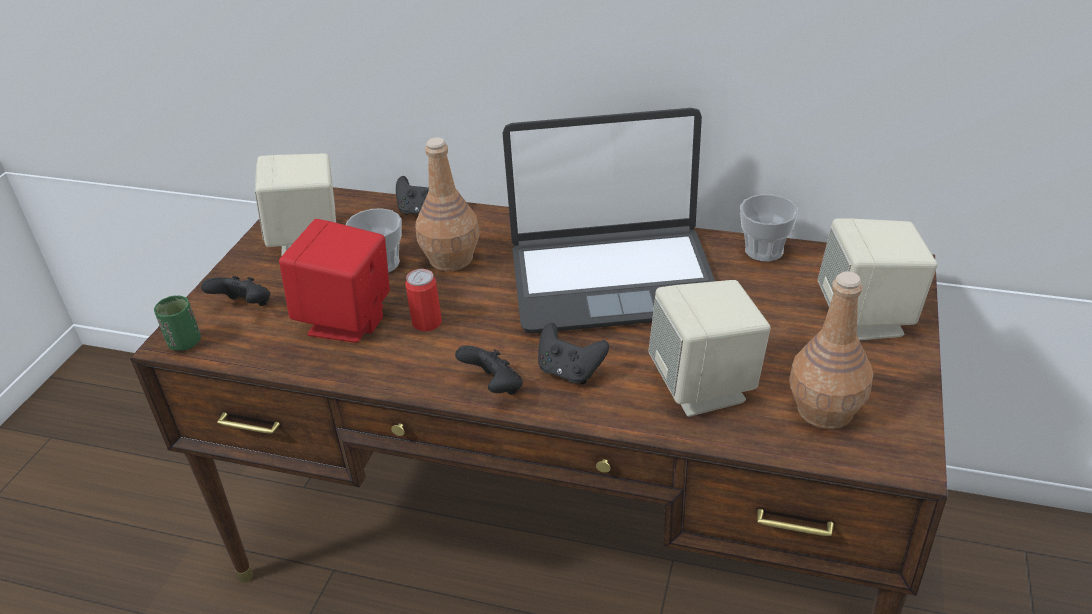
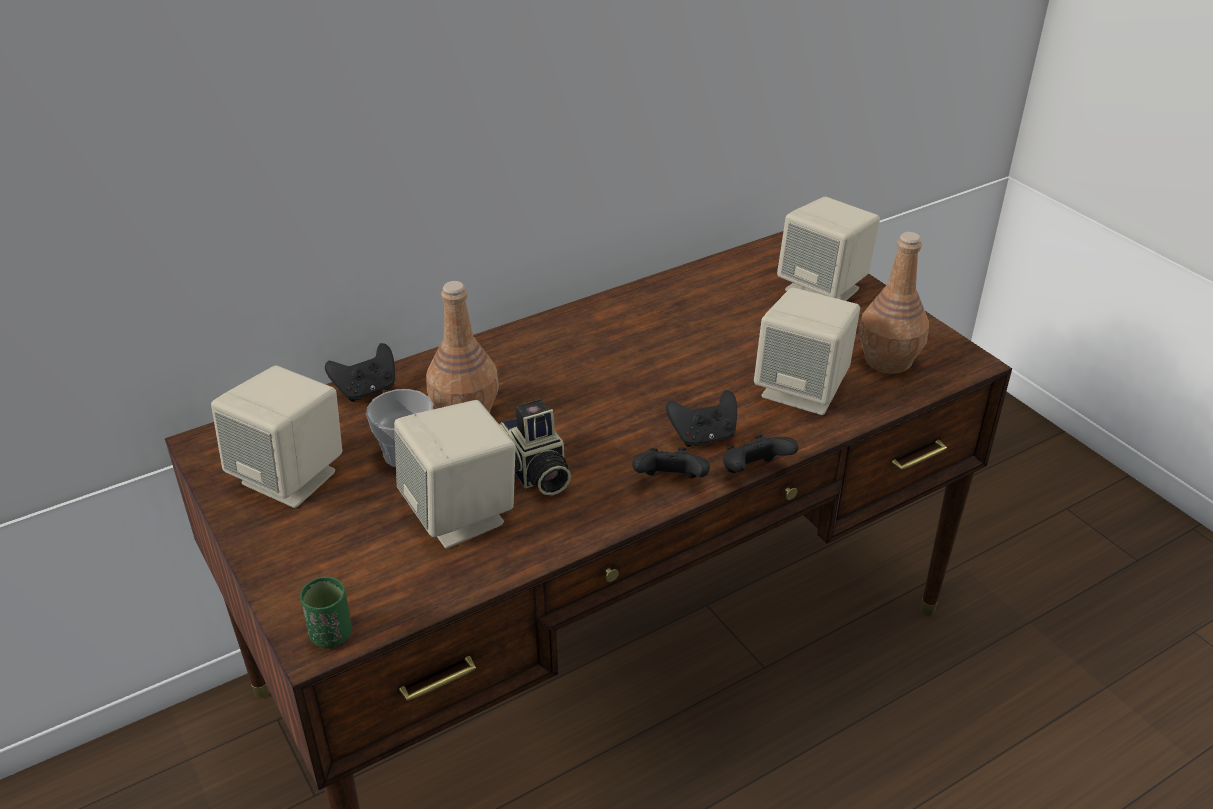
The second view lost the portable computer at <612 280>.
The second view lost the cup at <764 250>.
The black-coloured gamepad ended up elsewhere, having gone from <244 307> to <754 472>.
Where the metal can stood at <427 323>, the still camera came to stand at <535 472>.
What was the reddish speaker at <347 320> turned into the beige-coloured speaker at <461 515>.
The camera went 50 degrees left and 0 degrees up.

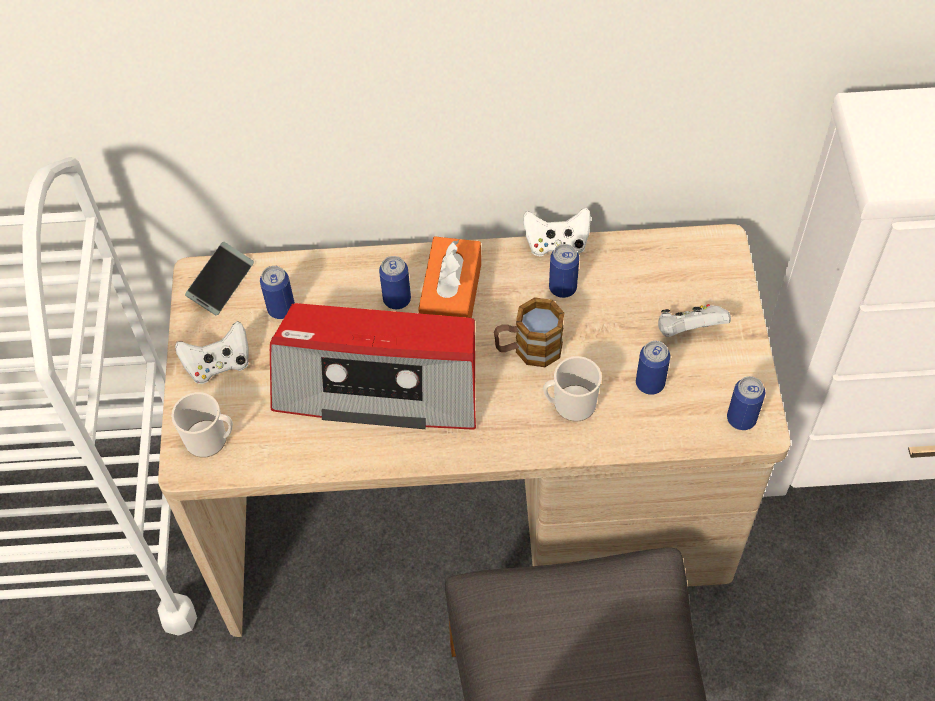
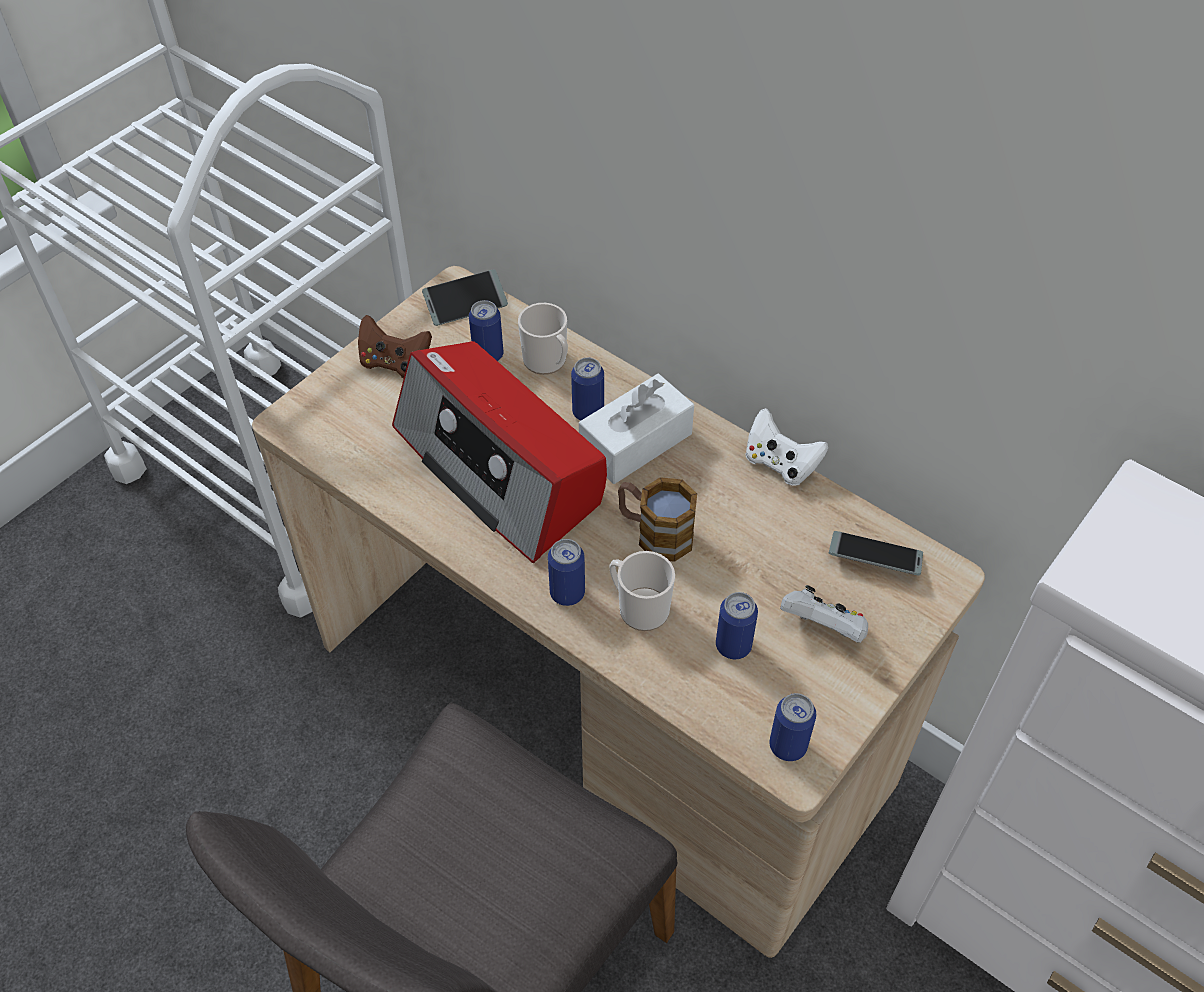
The second view gained the telephone at <874 559>.
The mug ended up elsewhere, having gone from <211 440> to <548 362>.
The metal can ended up elsewhere, having gone from <562 288> to <567 593>.
What was the white gamepad at <218 364> turned into the brown-coloured gamepad at <394 363>.
What was the orange box of tissues at <451 297> turned into the white box of tissues at <635 443>.
The camera went 40 degrees right and 5 degrees down.

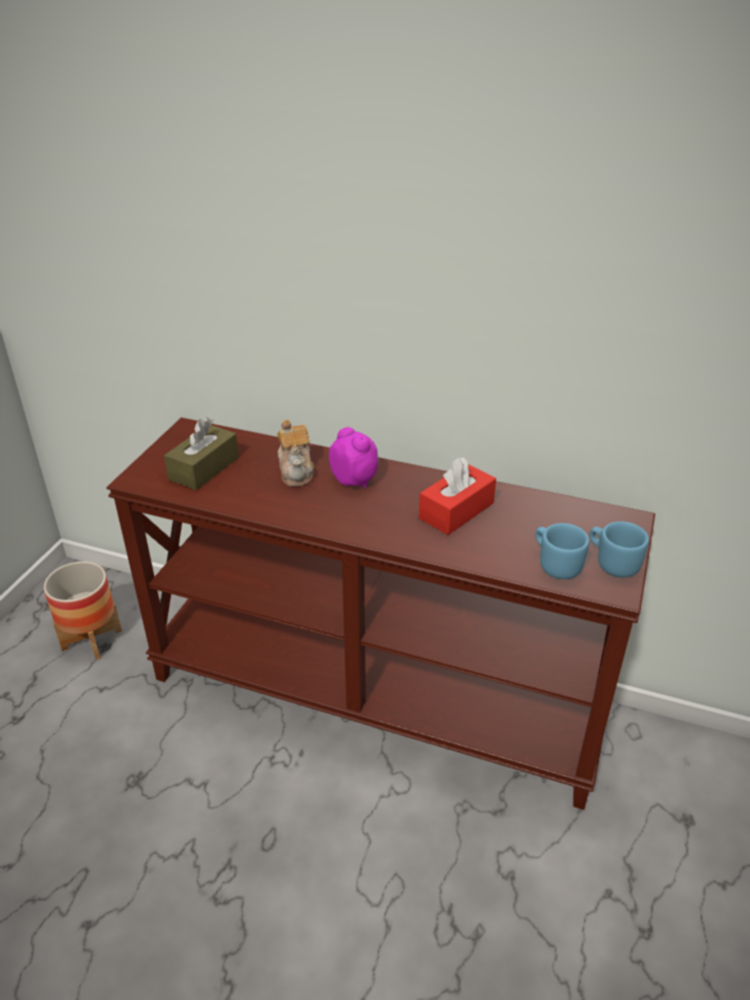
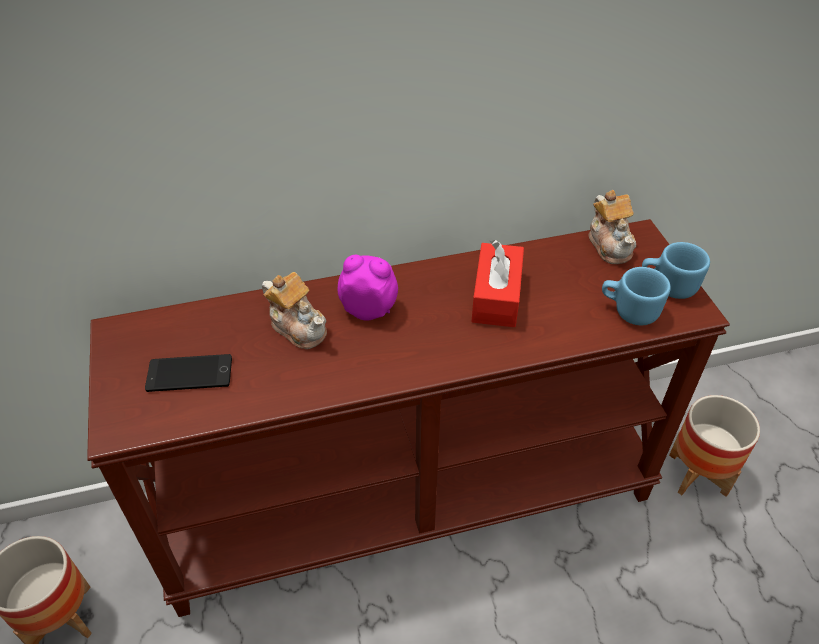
The second view gained the teapot at <610 244>.
The second view gained the plant pot at <698 474>.
Where the brown-coloured box of tissues stood at <204 468>, the telephone came to stand at <189 374>.
The camera went 35 degrees left and 10 degrees up.

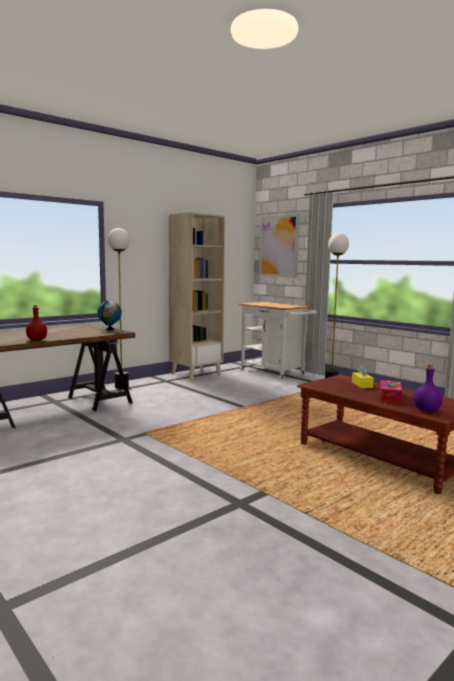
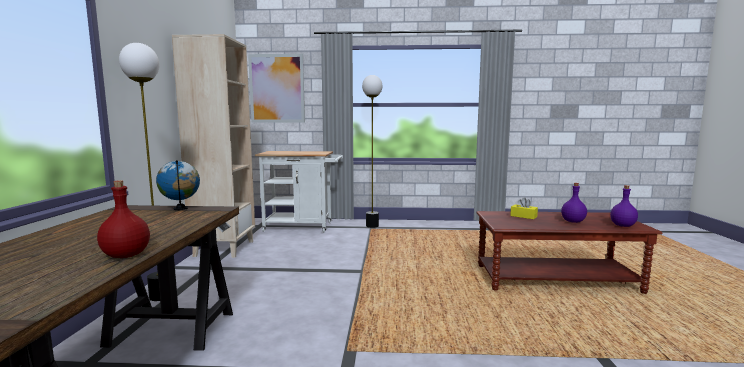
Where the box of tissues stood at <390 397>, the purple bottle came to stand at <572 221>.
The camera went 45 degrees left and 0 degrees up.

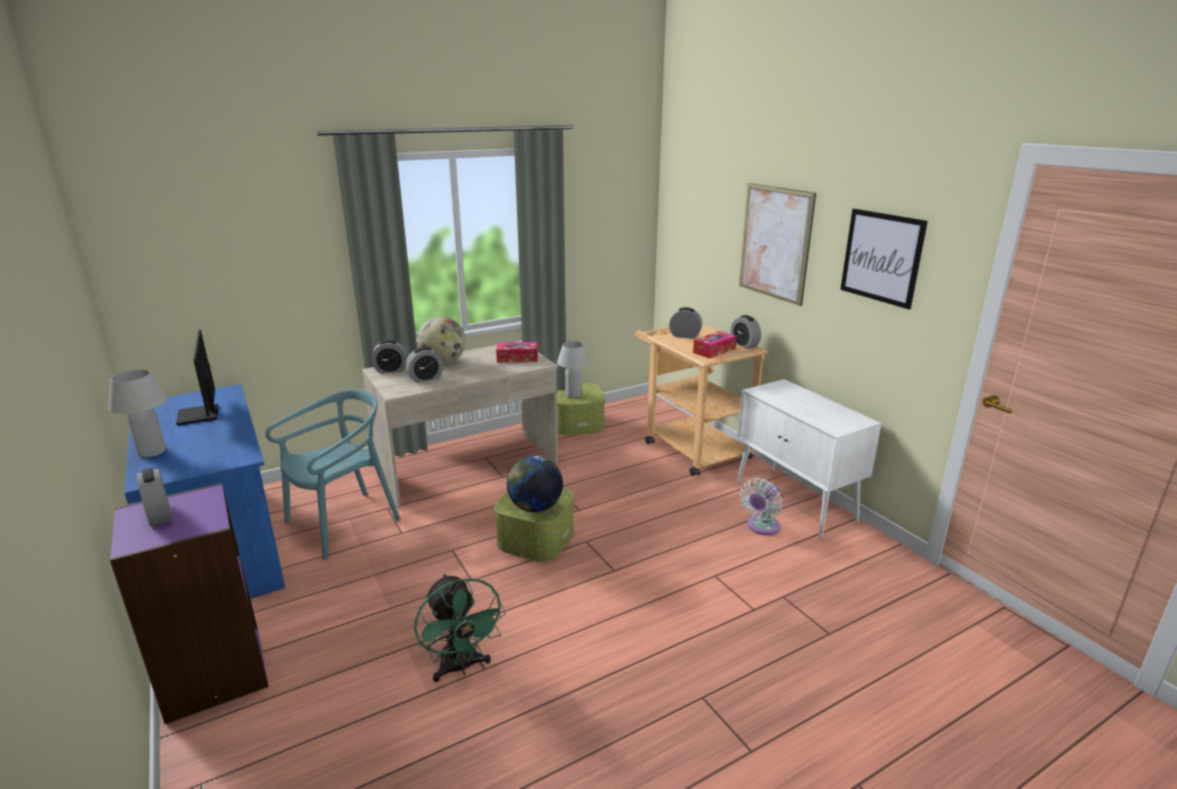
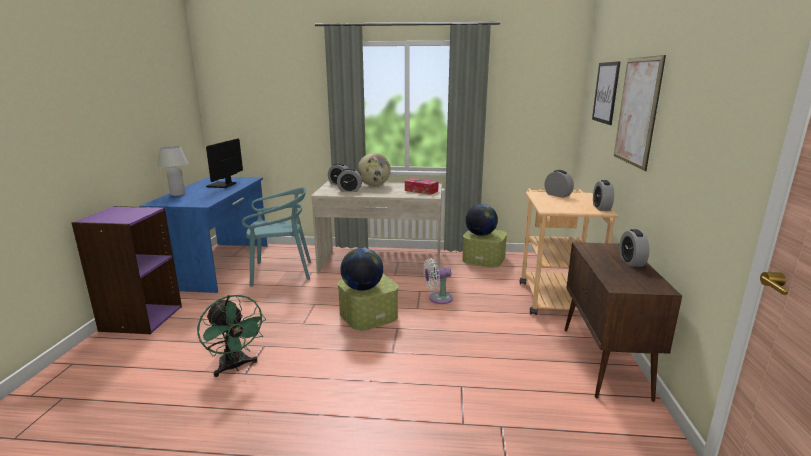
The second view lost the box of tissues at <714 351>.
The bedside clock ended up elsewhere, having gone from <160 515> to <631 262>.
The white cooling fan ended up elsewhere, having gone from <761 527> to <438 298>.
The wall picture ended up elsewhere, having gone from <881 257> to <606 92>.
Where the white table lamp stood at <573 395>, the desk globe came to stand at <480 234>.
What was the white cupboard at <795 502> turned into the brown-coloured cupboard at <604 362>.
The green cooling fan at <461 667> ended up facing another way, 45 degrees counterclockwise from before.
The camera went 35 degrees right and 5 degrees down.

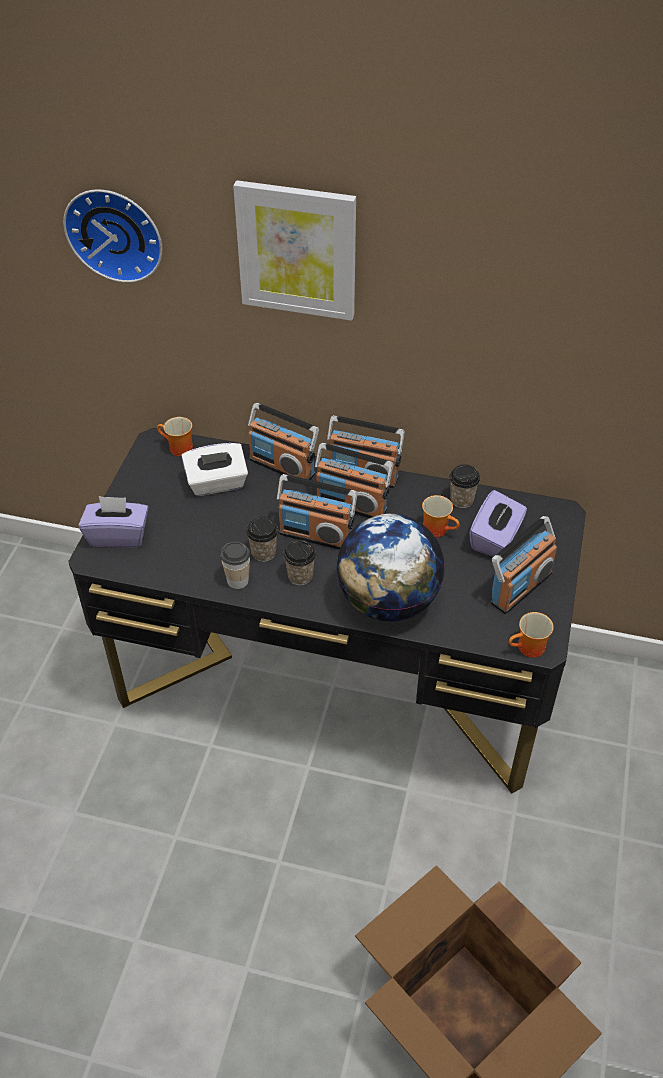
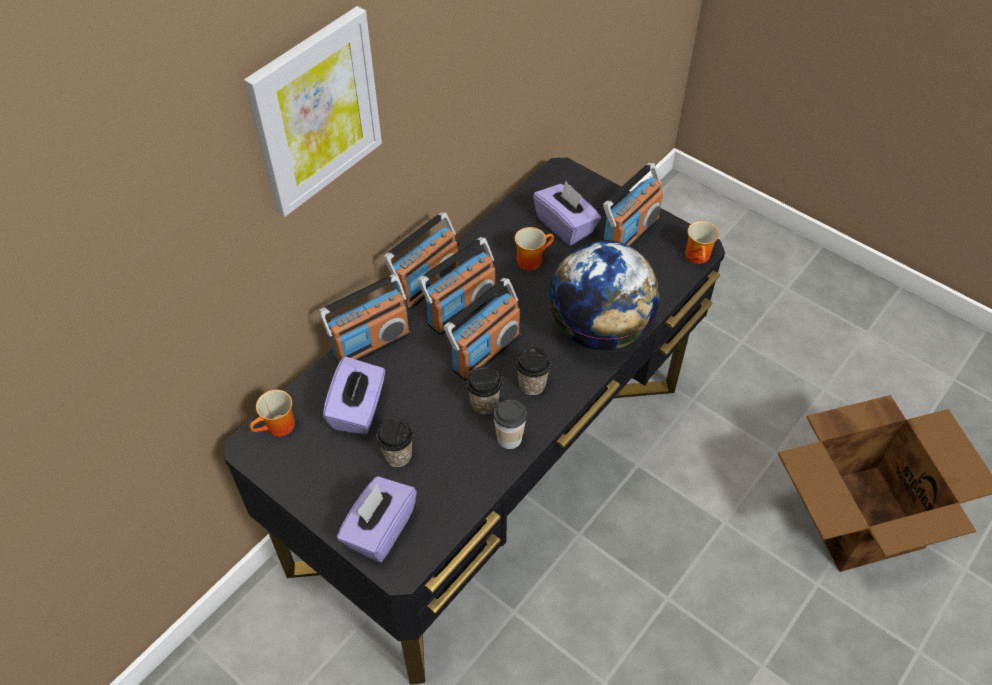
The second view lost the hanging clock at <116 232>.
The cup ended up elsewhere, having gone from <462 500> to <397 455>.
What was the white box of tissues at <217 483> turned into the purple box of tissues at <358 409>.
The radio receiver at <520 587> ended up facing another way, 60 degrees clockwise from before.
The camera went 65 degrees left and 5 degrees up.

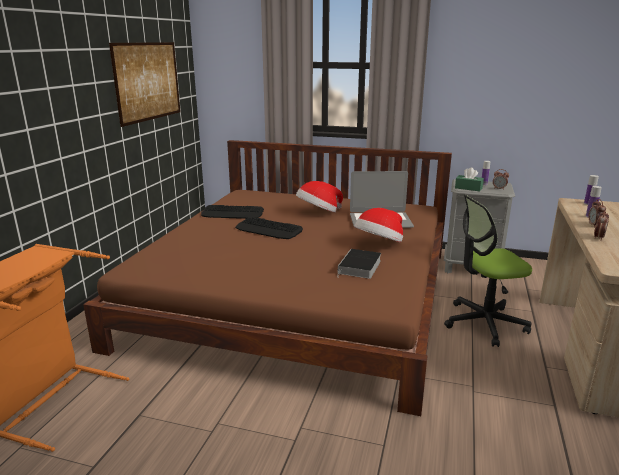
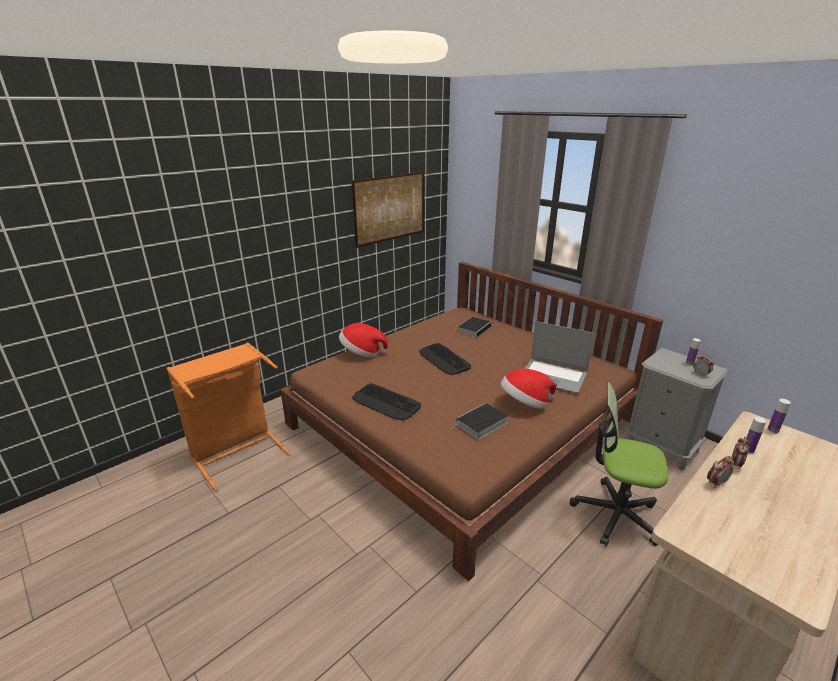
The second view lost the green box of tissues at <468 188>.
The second view gained the volume at <474 328>.
The computer keyboard ended up elsewhere, having gone from <232 213> to <386 402>.
The hat ended up elsewhere, having gone from <318 212> to <362 353>.
The camera went 30 degrees right and 5 degrees up.

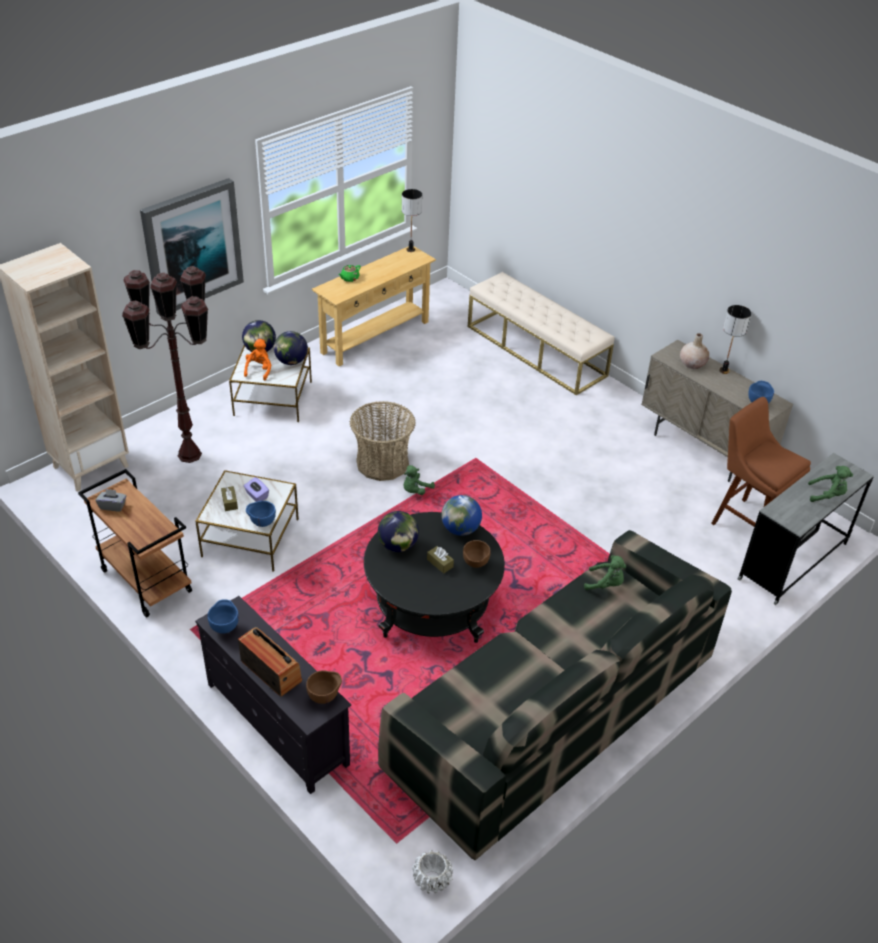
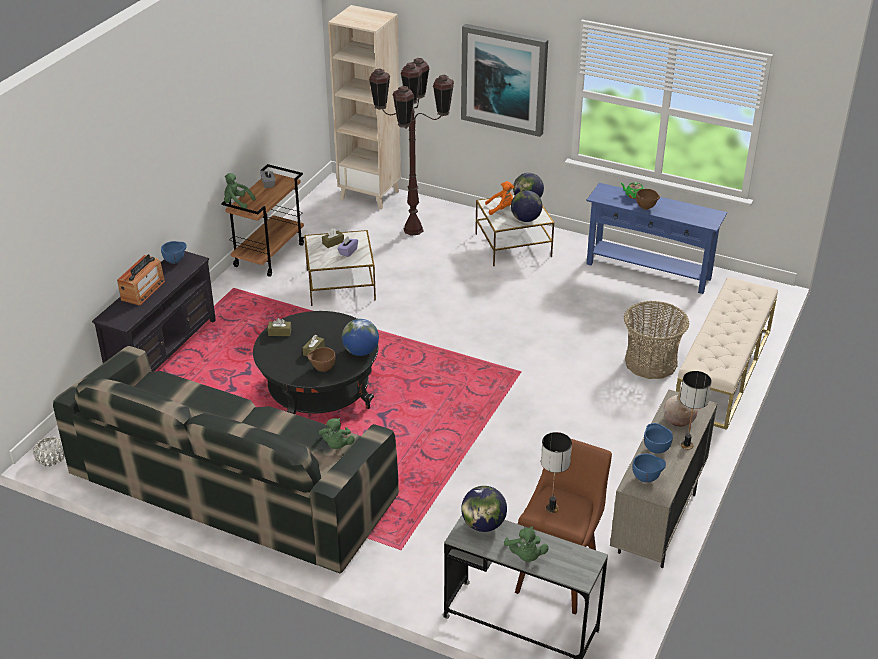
The second view gained the brown-coloured box of tissues at <279 332>.
The blue serving bowl ended up elsewhere, having gone from <261 523> to <655 449>.
The brown-coloured serving bowl ended up elsewhere, having gone from <325 697> to <646 208>.
The basket ended up elsewhere, having gone from <382 463> to <651 362>.
The desk globe ended up elsewhere, having gone from <398 545> to <483 524>.
The table lamp ended up elsewhere, having gone from <410 250> to <551 508>.
The green plush toy ended up elsewhere, having gone from <415 491> to <237 203>.
What was the beige-coloured console table at <375 337> turned into the blue console table at <648 271>.
The camera went 70 degrees right and 5 degrees down.

